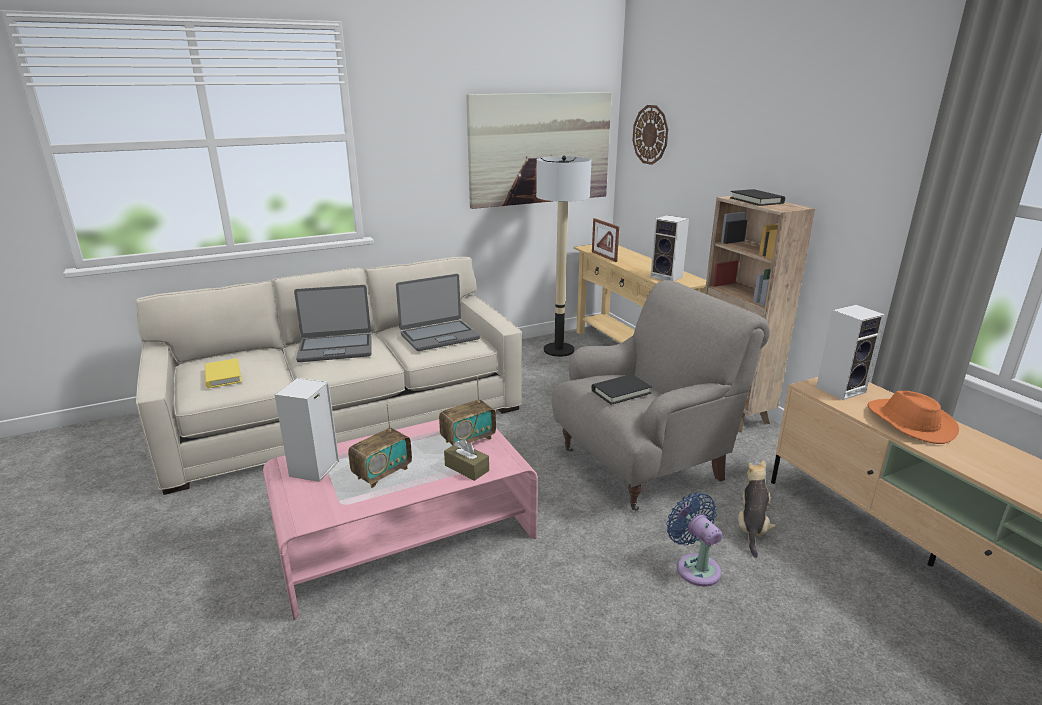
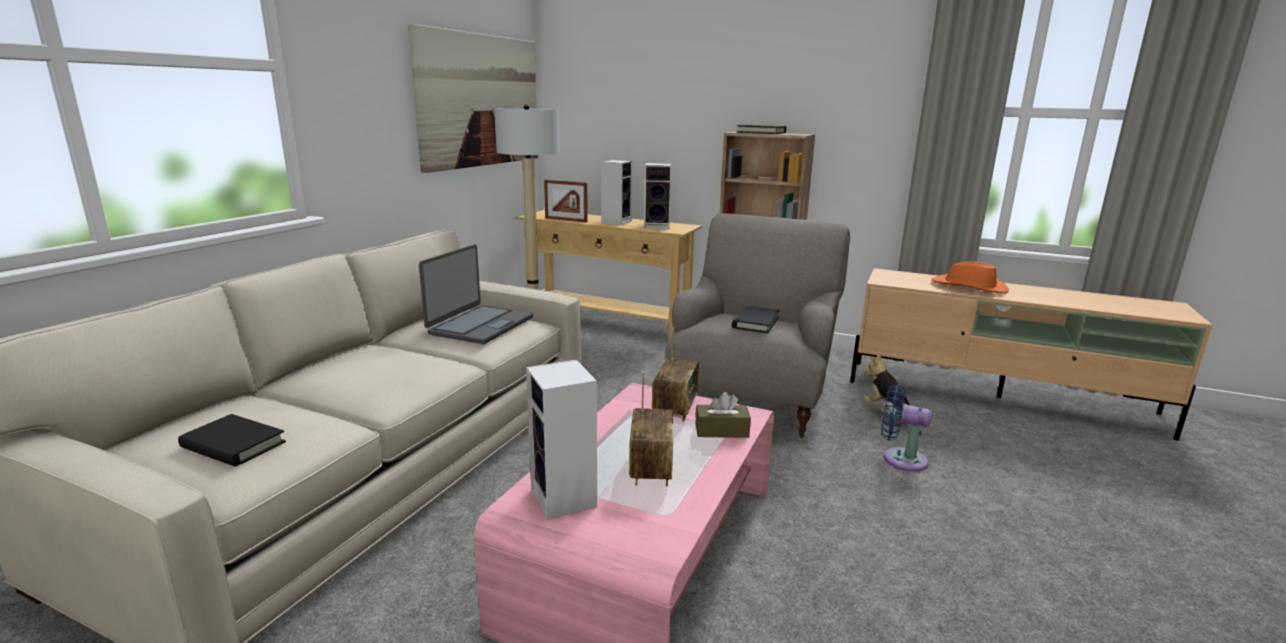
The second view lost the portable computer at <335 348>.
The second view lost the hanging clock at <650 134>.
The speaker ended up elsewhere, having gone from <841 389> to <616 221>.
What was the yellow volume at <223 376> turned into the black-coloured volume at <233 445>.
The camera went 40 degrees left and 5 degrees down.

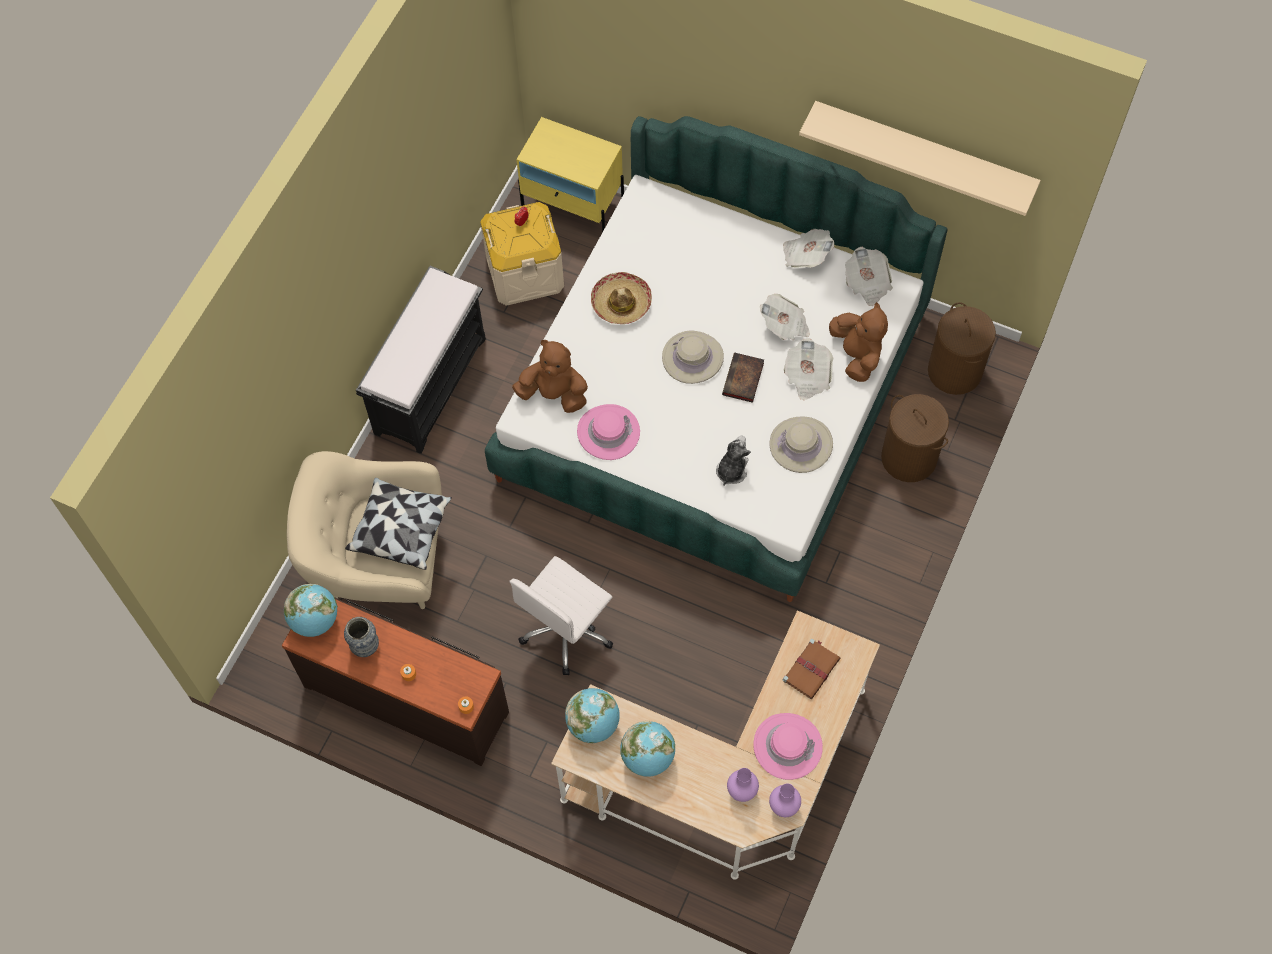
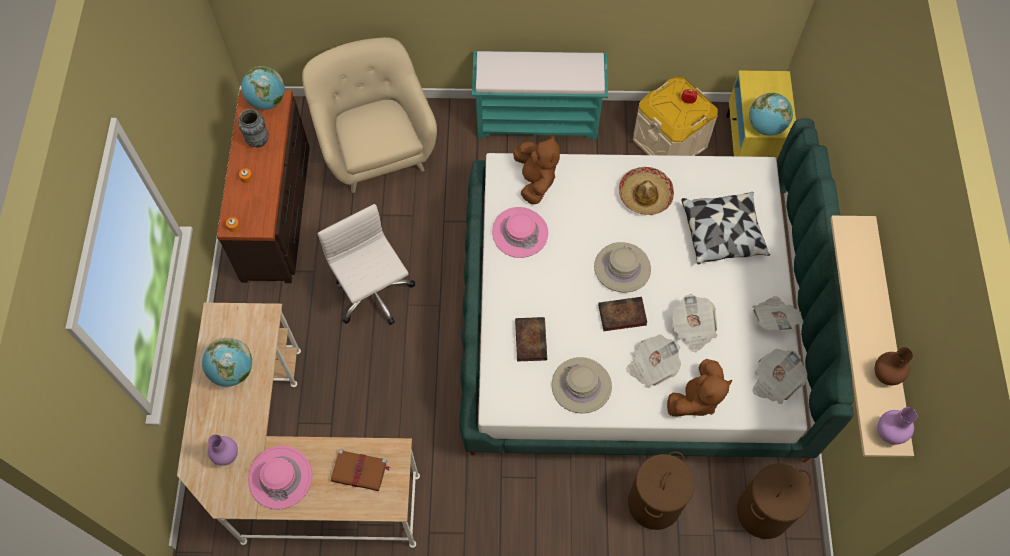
The second view gained the brown-coloured vase at <885 376>.
The cushion ended up elsewhere, having gone from <401 529> to <723 233>.
The desk globe ended up elsewhere, having gone from <593 724> to <766 126>.
The purple vase ended up elsewhere, having gone from <784 807> to <888 434>.
Where the plush toy stood at <731 470>, the volume came to stand at <530 339>.
What was the black-coloured indoor bench at <430 384> turned into the blue-green indoor bench at <538 120>.
The white office chair at <567 630> ended up facing another way, 45 degrees clockwise from before.
The camera went 65 degrees right and 0 degrees up.

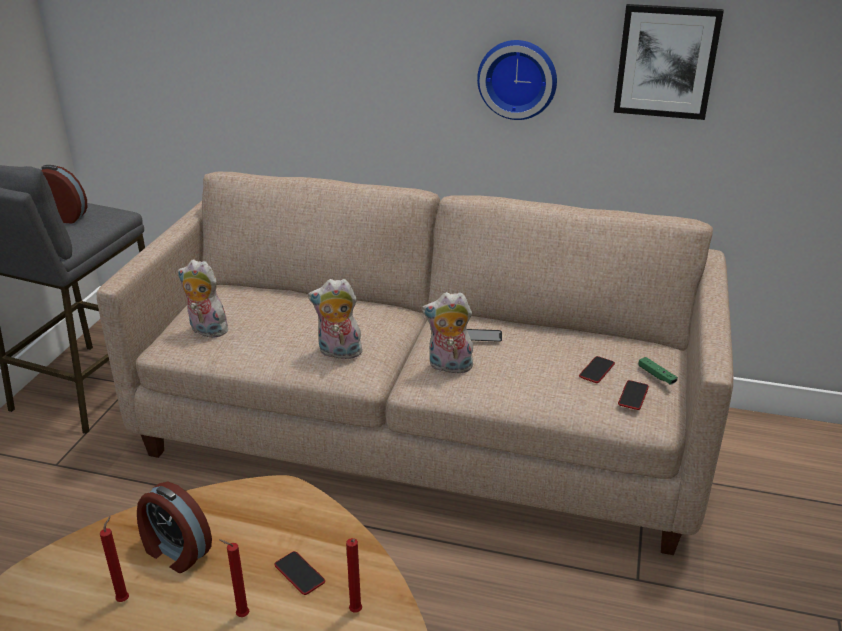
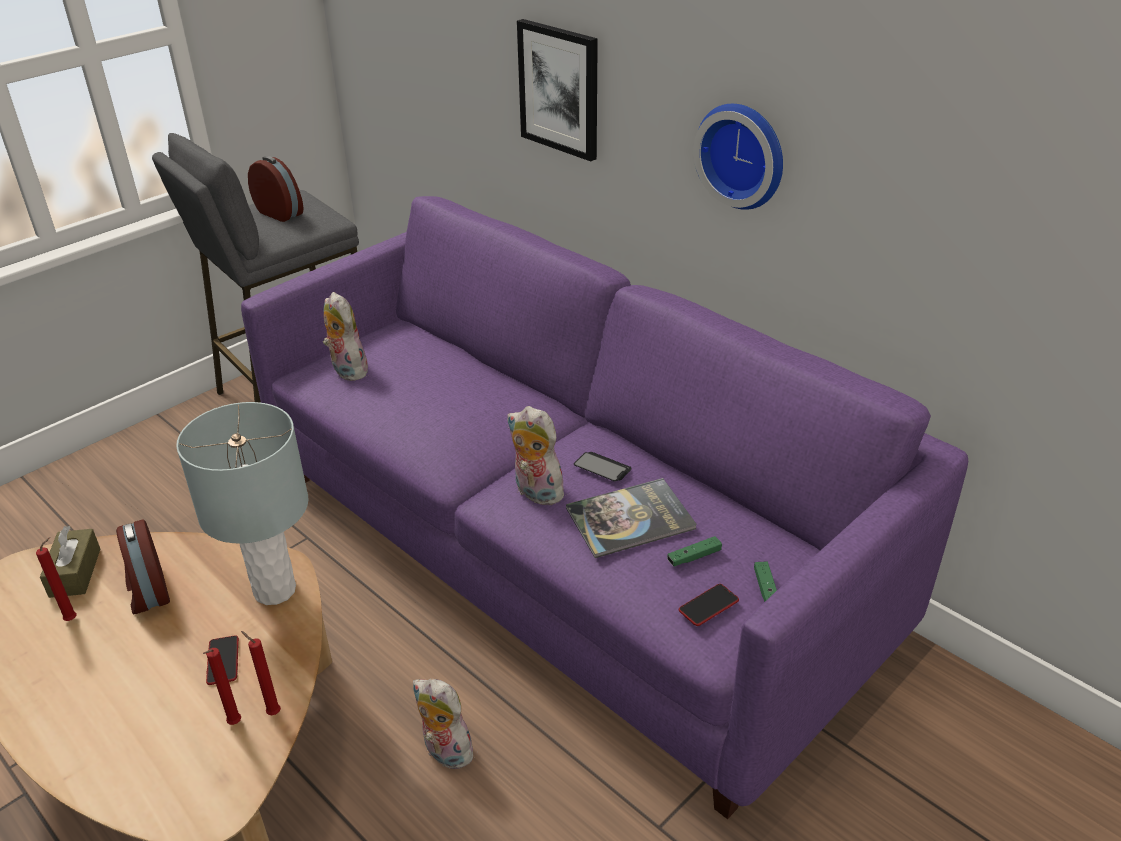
The second view gained the brown-coloured box of tissues at <75 572>.
The second view gained the grey table lamp at <275 590>.
The second view gained the volume at <630 519>.
The reddish wax light ended up elsewhere, having gone from <240 615> to <272 712>.
The plush toy ended up elsewhere, having gone from <338 353> to <444 752>.
The wall picture ended up elsewhere, having gone from <666 61> to <560 89>.
Where the telephone stood at <596 370>, the green gamepad came to stand at <694 557>.
What was the beige-coloured settee at <422 432> turned into the purple settee at <564 553>.
The camera went 30 degrees right and 5 degrees up.

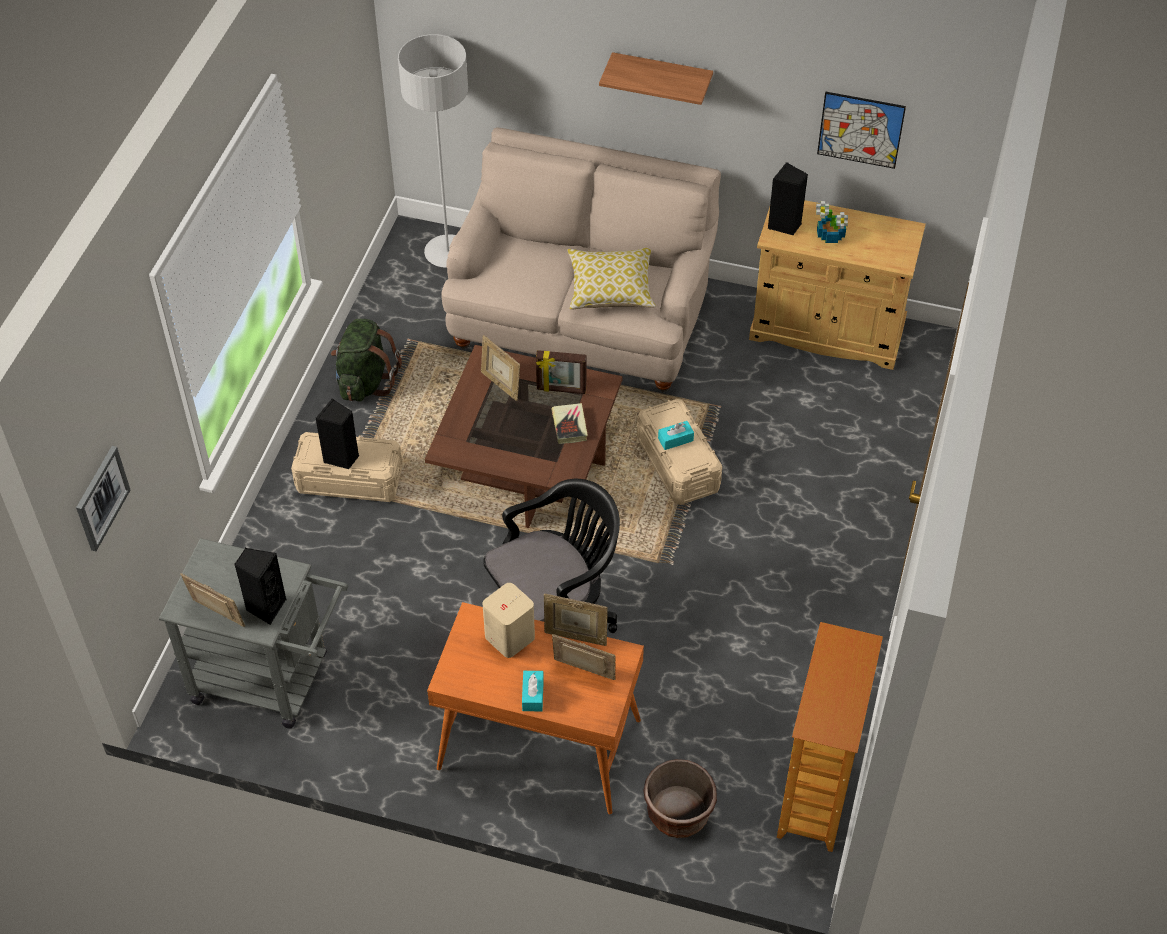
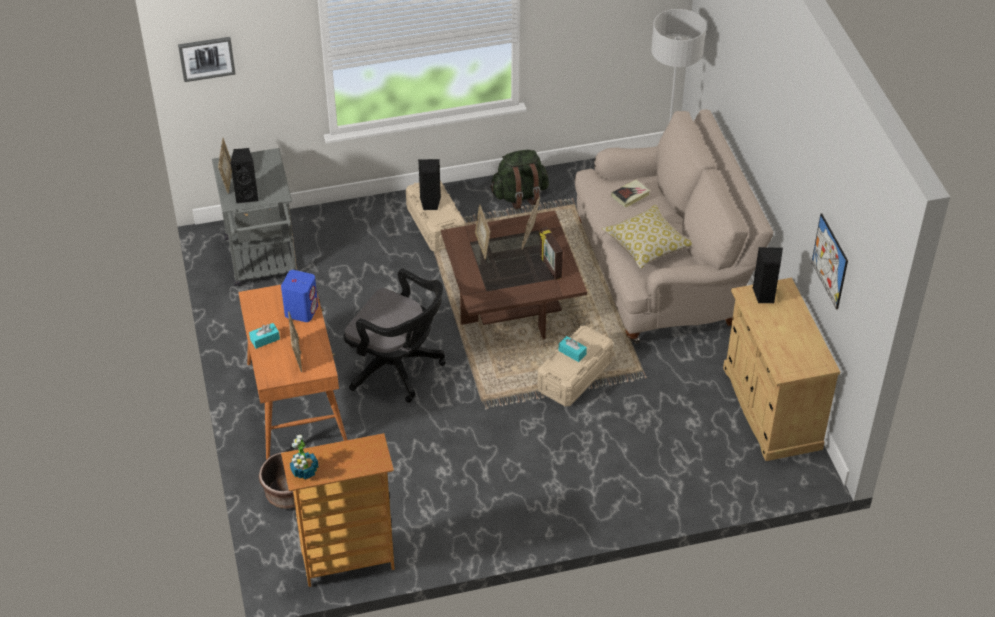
The second view lost the wall shelf at <661 77>.
The photo frame ended up elsewhere, having gone from <575 636> to <482 246>.
The volume ended up elsewhere, having gone from <569 425> to <630 195>.
The houseplant ended up elsewhere, having gone from <830 236> to <304 471>.
What was the beige-coloured speaker at <509 637> turned into the blue speaker at <301 310>.
The camera went 60 degrees right and 5 degrees down.

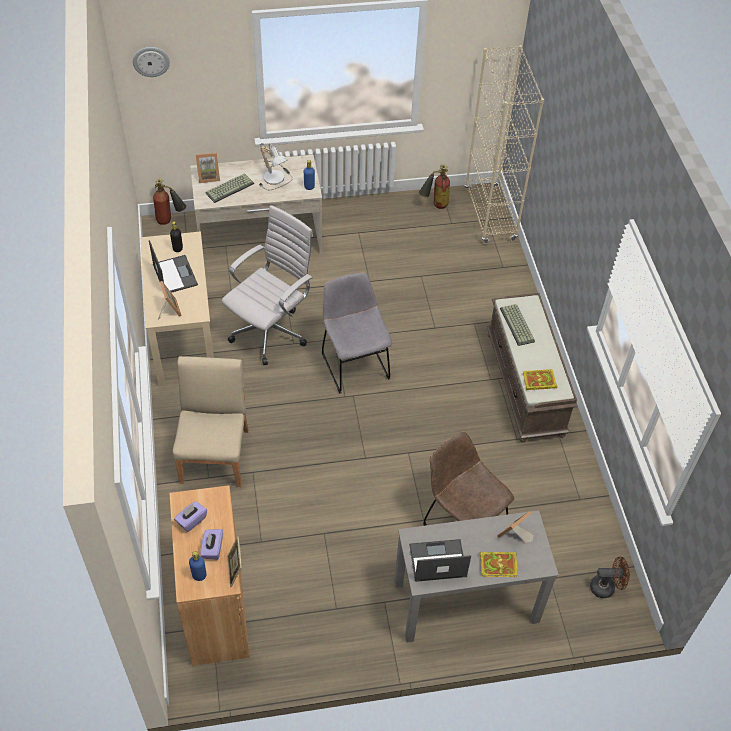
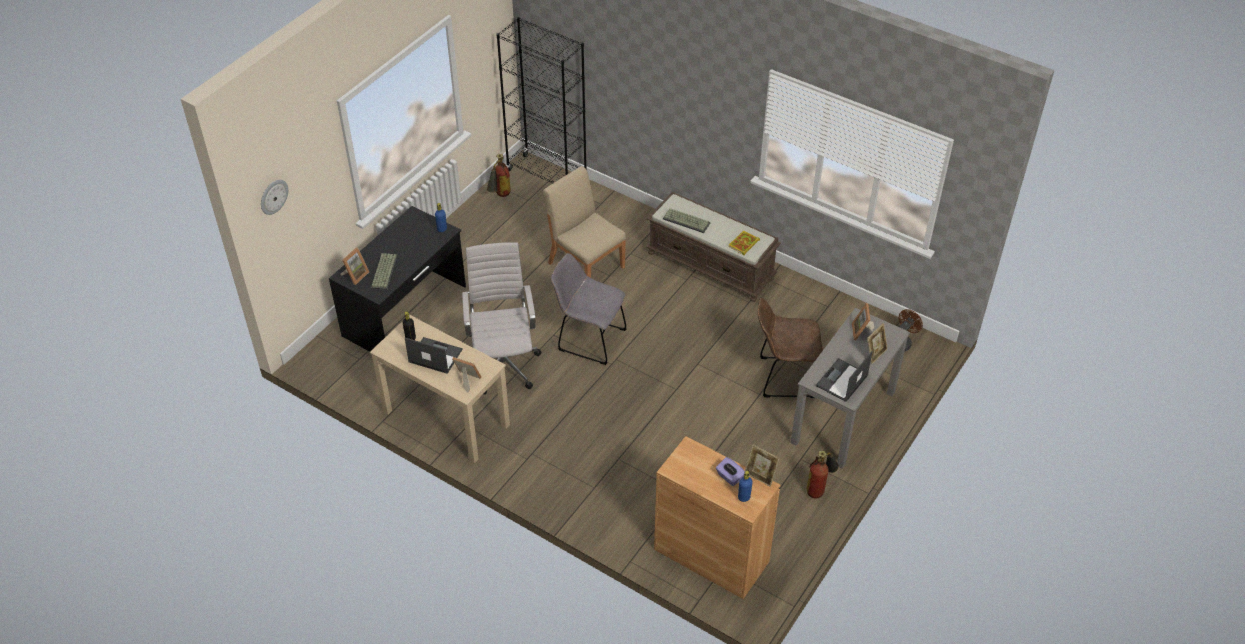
The second view lost the purple box of tissues at <191 520>.
The second view lost the table lamp at <276 177>.
The fire-fighting cylinder ended up elsewhere, having gone from <170 220> to <819 488>.
The beige-coloured upright chair ended up elsewhere, having gone from <215 455> to <586 264>.
Where the volume stood at <499 565>, the photo frame came to stand at <875 353>.
What was the beige-coloured desk unit at <259 240> turned into the black-coloured desk unit at <405 311>.
What was the beige-coloured bookshelf at <490 215> turned into the black-coloured bookshelf at <547 176>.
The camera went 45 degrees left and 5 degrees down.

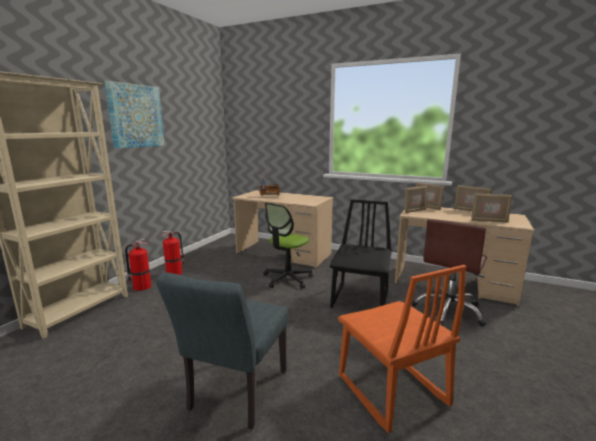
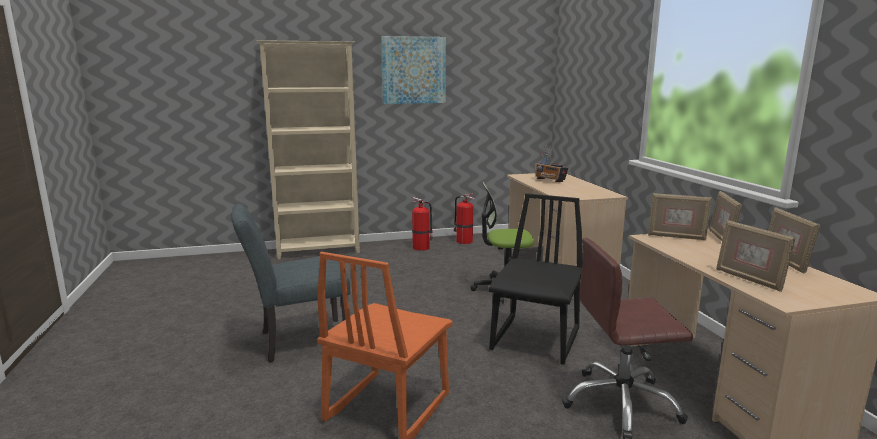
The fire-fighting cylinder ended up elsewhere, having gone from <141 287> to <463 241>.
The black-coloured upright chair at <361 299> ended up facing another way, 45 degrees counterclockwise from before.
The camera went 50 degrees right and 0 degrees up.

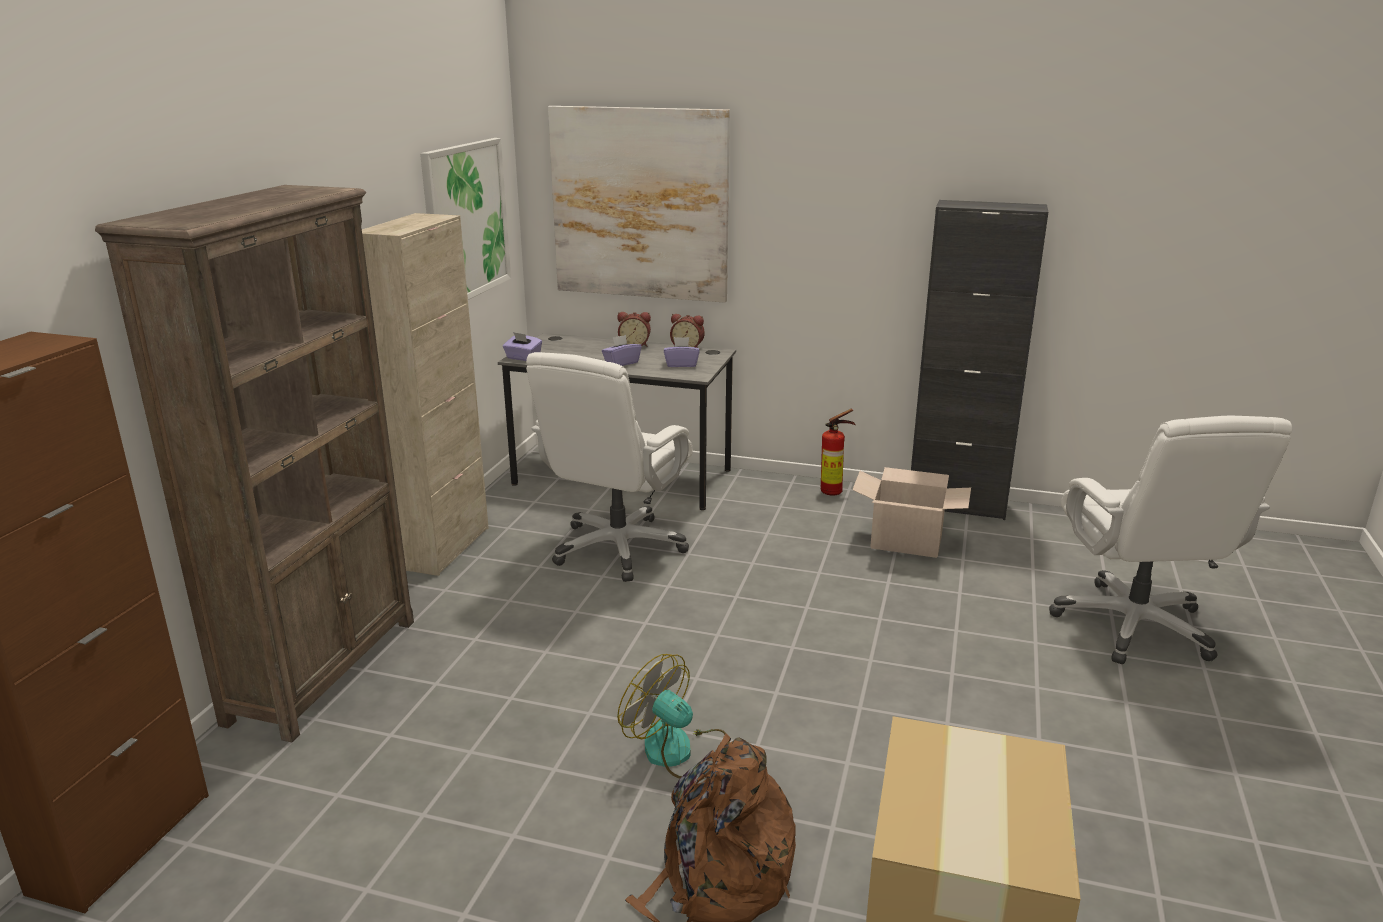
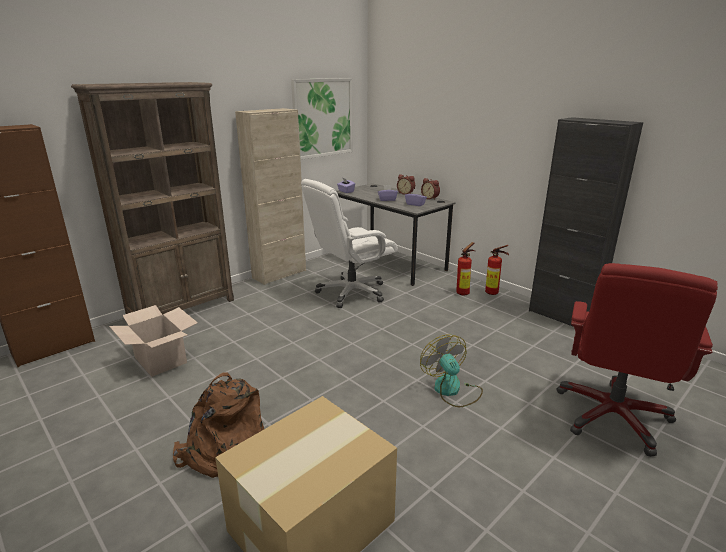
The second view lost the wall picture at <639 204>.
The second view gained the fire-fighting cylinder at <464 293>.
The cooling fan ended up elsewhere, having gone from <678 752> to <452 390>.
The packing box ended up elsewhere, having gone from <906 541> to <160 360>.
What was the white office chair at <1134 626> turned into the reddish office chair at <612 416>.
The camera went 30 degrees right and 0 degrees up.

